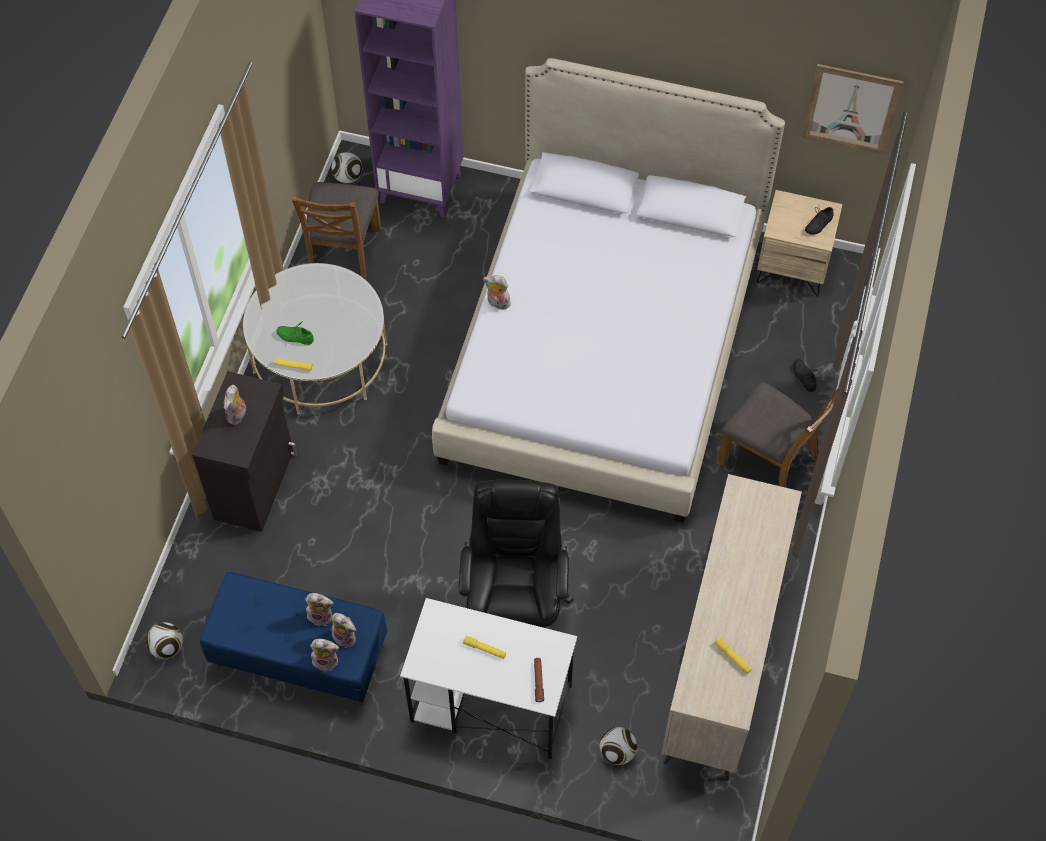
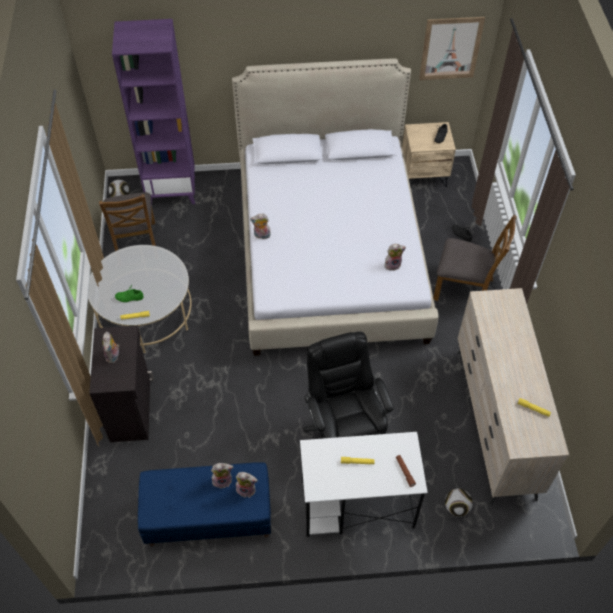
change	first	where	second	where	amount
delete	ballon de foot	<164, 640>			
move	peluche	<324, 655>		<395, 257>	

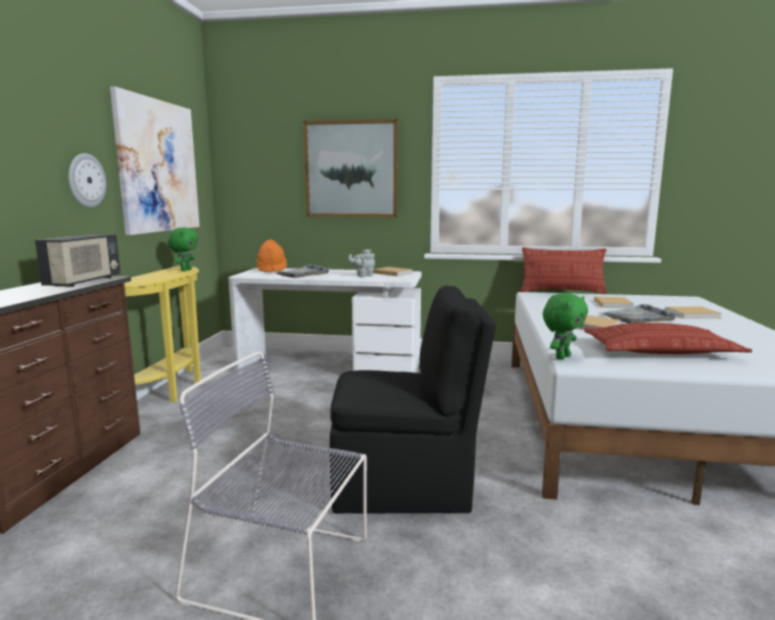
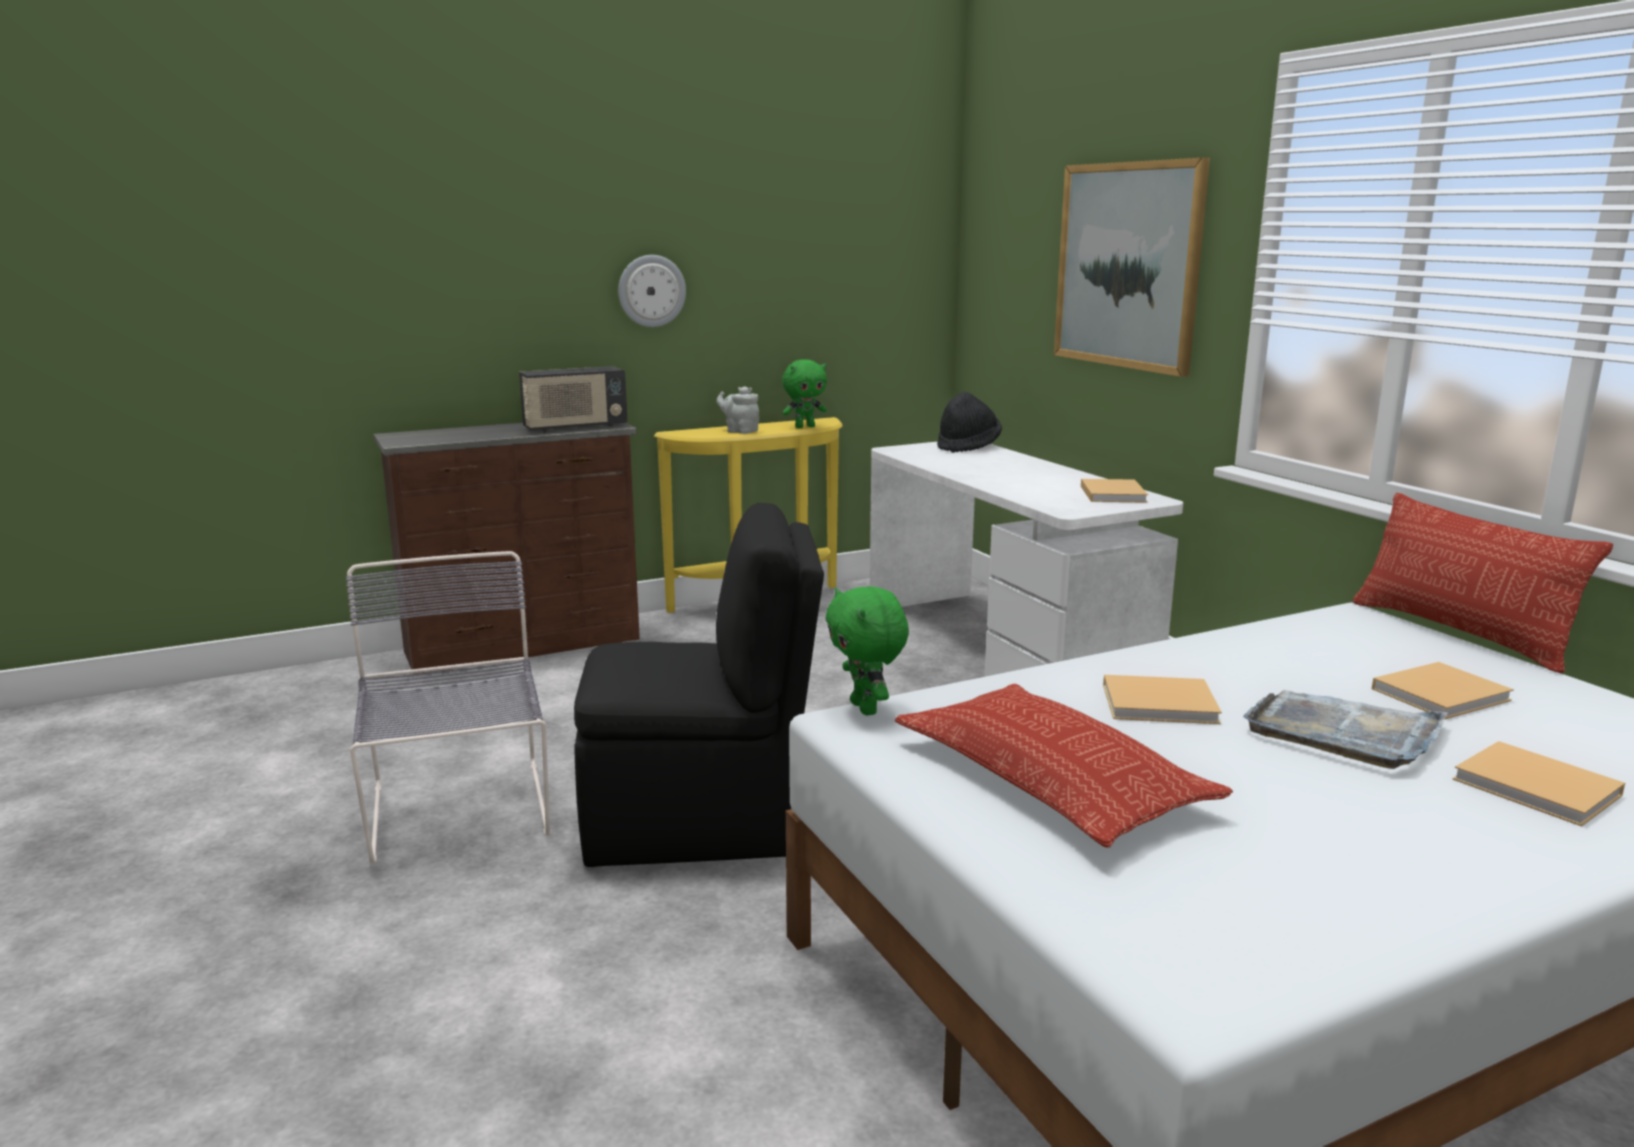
change	first	where	second	where	amount
delete	tableau	<155, 160>			
recolor	chapeau/orange	<272, 256>	chapeau/noir	<969, 422>	
delete	plateau/gris	<302, 271>			
rotate	chaise/noir	<413, 400>		<699, 685>	60 degrees counterclockwise
move	théière/gris	<361, 263>		<738, 410>	
rotate	peluche/vert	<565, 326>		<867, 651>	60 degrees clockwise

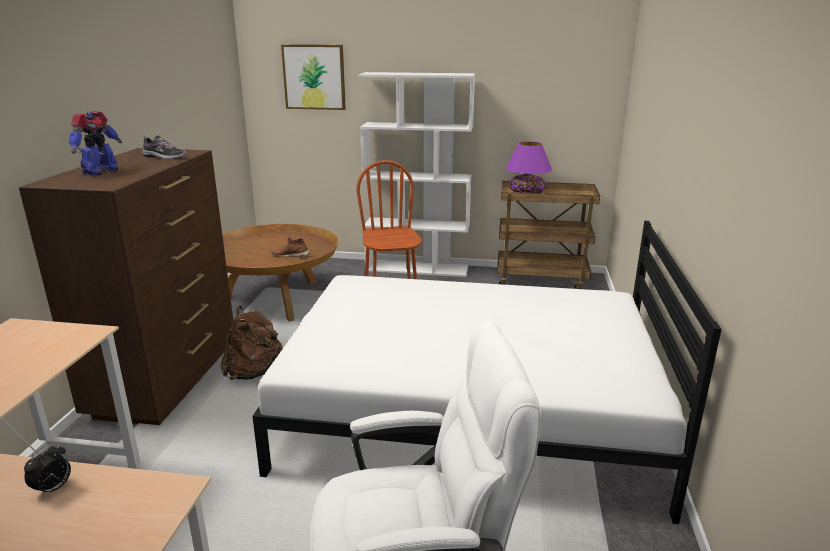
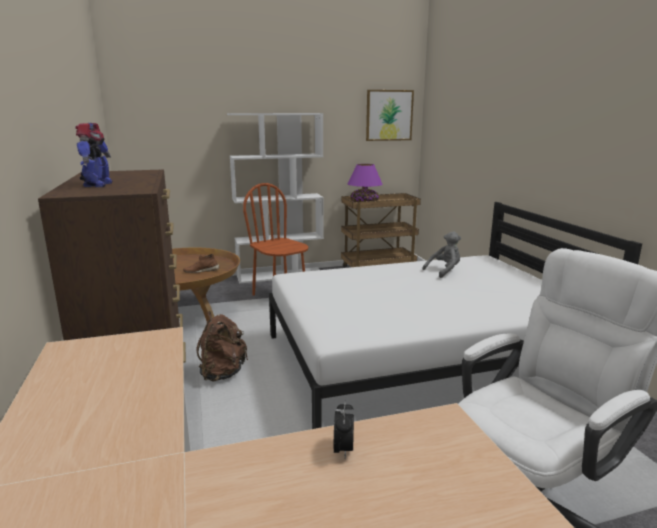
change	first	where	second	where	amount
delete	chaussure	<164, 147>			
move	tableau	<313, 77>		<390, 115>	
insert			peluche/gris	<442, 254>	

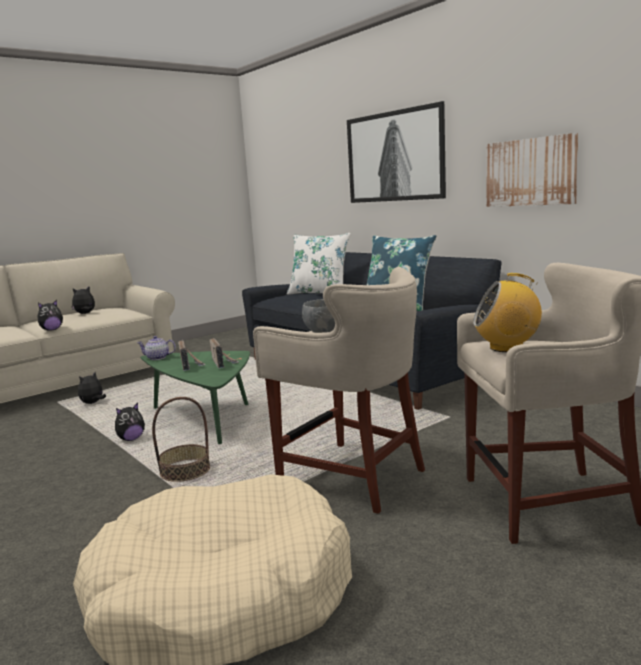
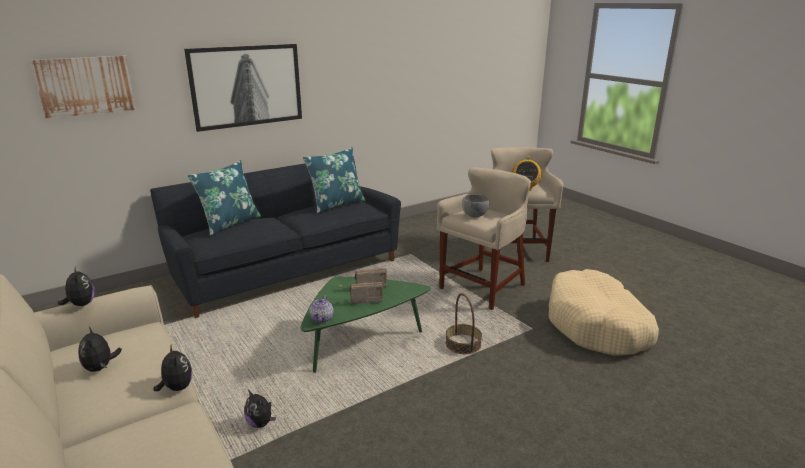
change	first	where	second	where	amount
move	peluche	<130, 422>		<76, 286>	
recolor	coussin/blanc	<319, 264>	coussin/bleu	<224, 198>	
move	tableau	<532, 170>		<83, 87>	

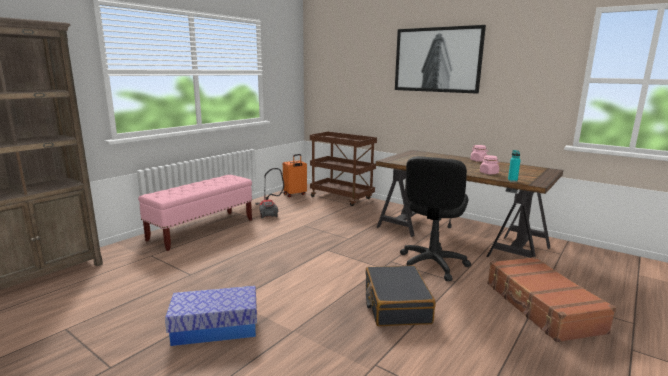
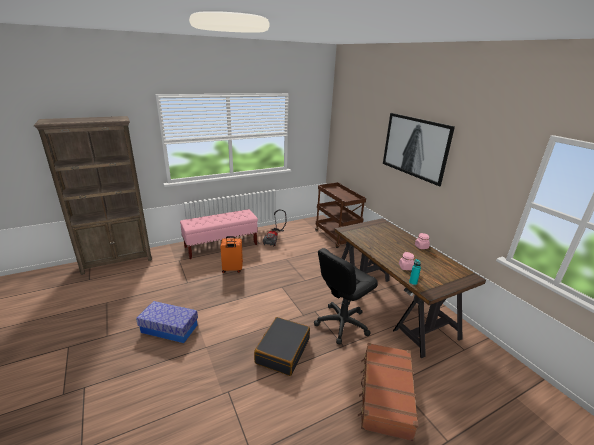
change	first	where	second	where	amount
move	valise/orange	<295, 175>		<232, 254>	

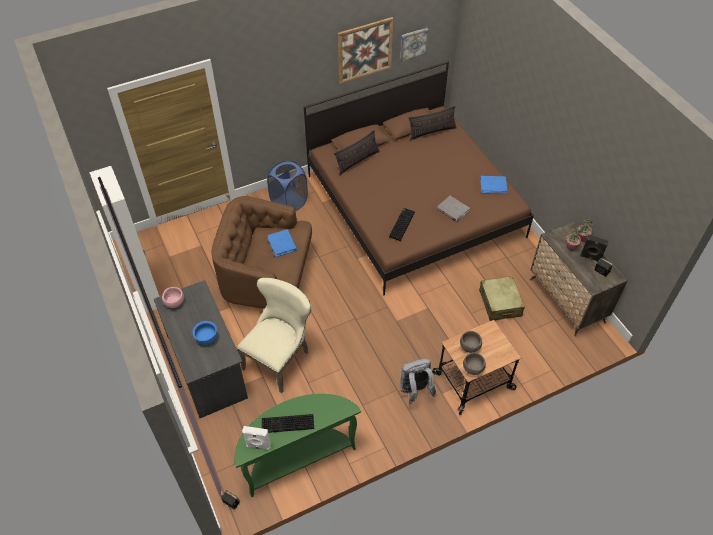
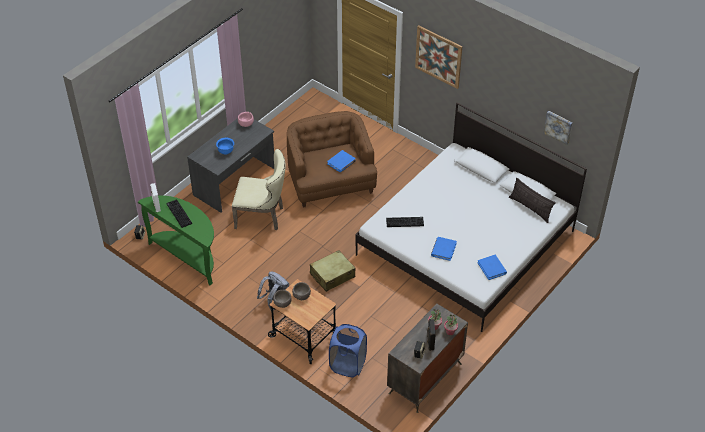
change	first	where	second	where	amount
delete	armoire/blanc	<124, 239>			
move	panier à linge/bleu	<287, 186>		<348, 350>	
recolor	lit/marron	<419, 178>	lit/blanc	<471, 217>	
delete	coussin	<357, 152>			
move	tableau	<365, 50>		<439, 57>	
recolor	livre/gris	<453, 209>	livre/bleu	<444, 249>	
move	valise/beige	<502, 298>		<332, 271>	

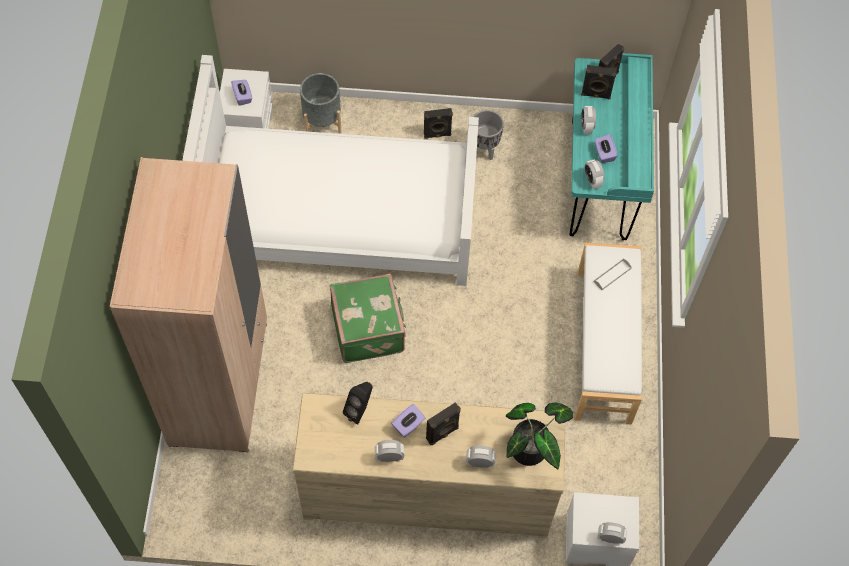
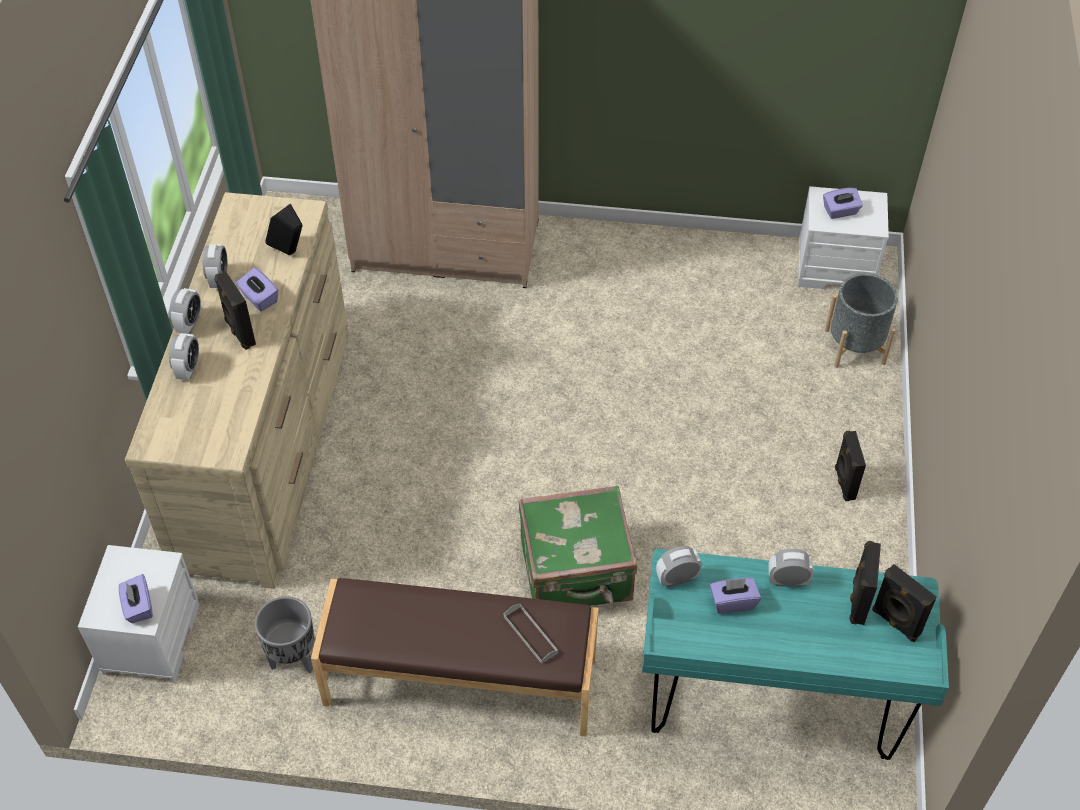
change	first	where	second	where	amount
delete	lit/blanc	<330, 170>			
move	valise/vert	<368, 318>		<577, 545>	
move	cache-pot/gris	<488, 135>		<284, 634>	
delete	plante en pot	<539, 435>			
recolor	banc/blanc	<608, 334>	banc/marron	<455, 657>	
move	réveil	<612, 533>		<185, 311>	
insert			boîte à mouchoirs/violet	<136, 598>	

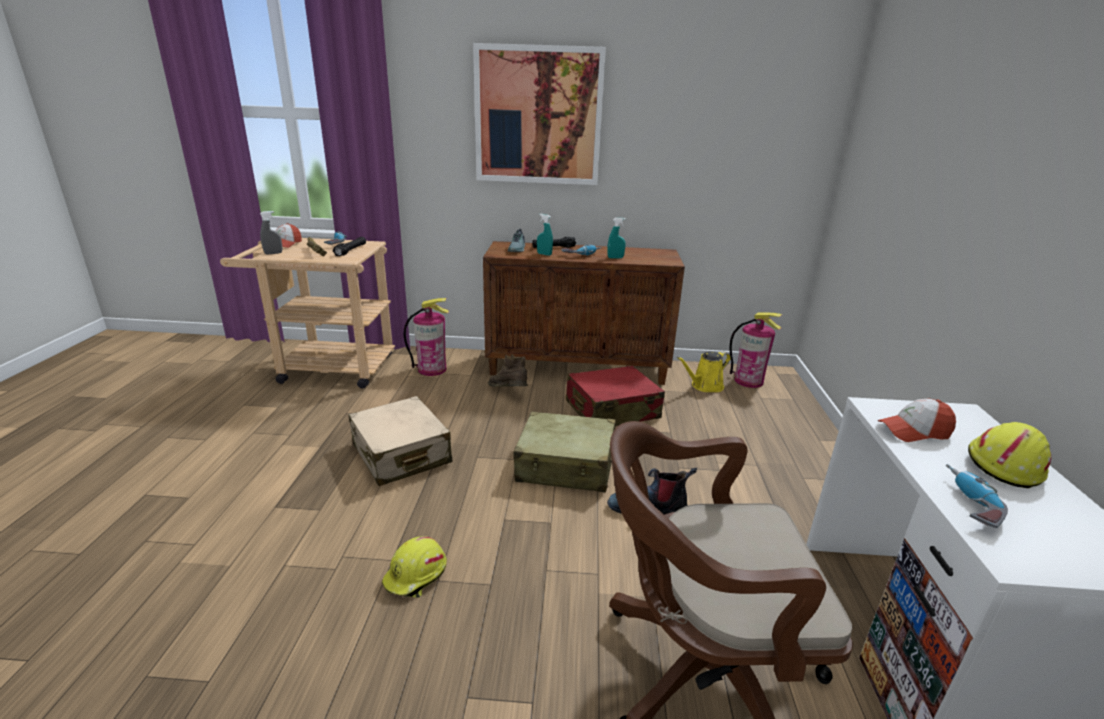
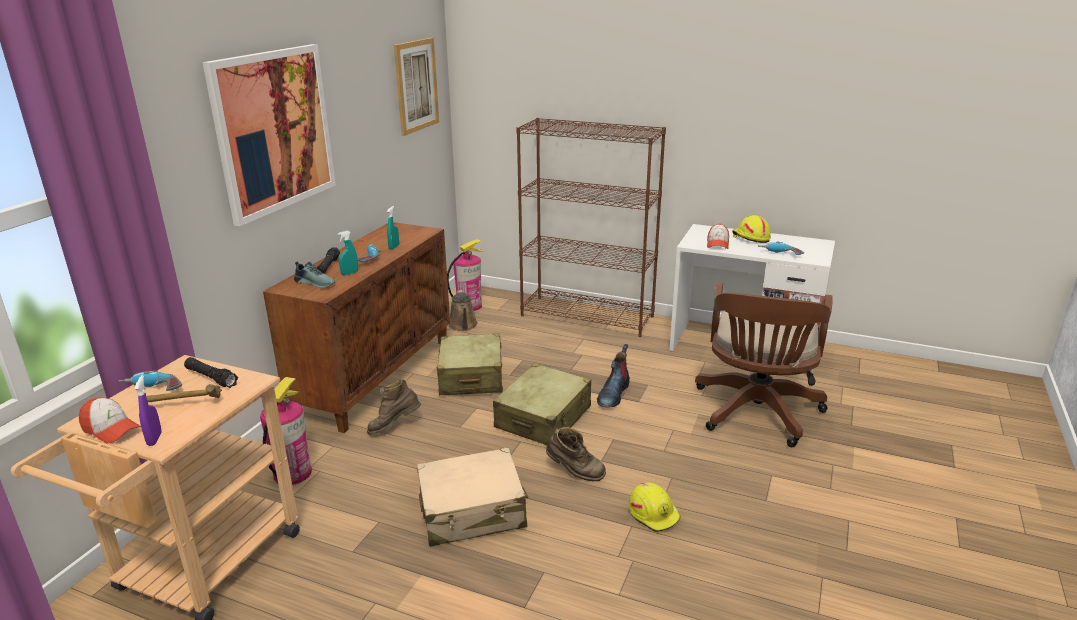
change	first	where	second	where	amount
recolor	vaporisateur/gris	<271, 232>	vaporisateur/violet	<148, 410>	
recolor	valise/rouge	<615, 396>	valise/beige	<469, 364>	
recolor	arrosoir/jaune	<704, 371>	arrosoir/marron	<463, 310>	
insert			tableau	<416, 87>	
insert			bibliothèque/marron	<591, 227>	
insert			botte/marron	<576, 454>	

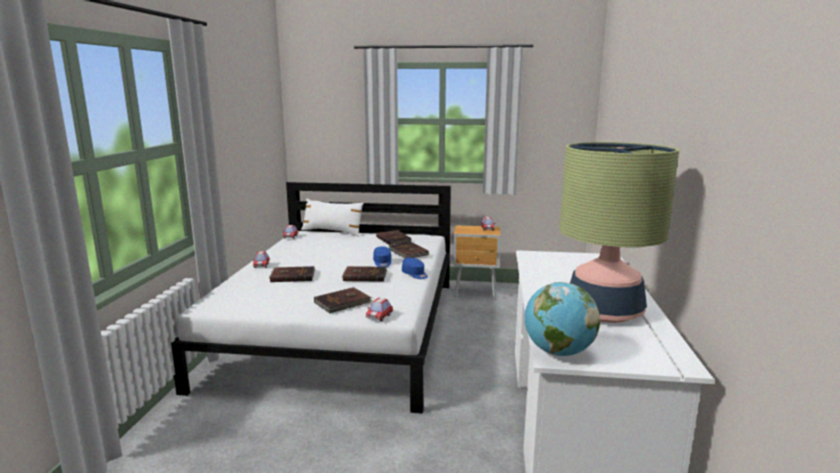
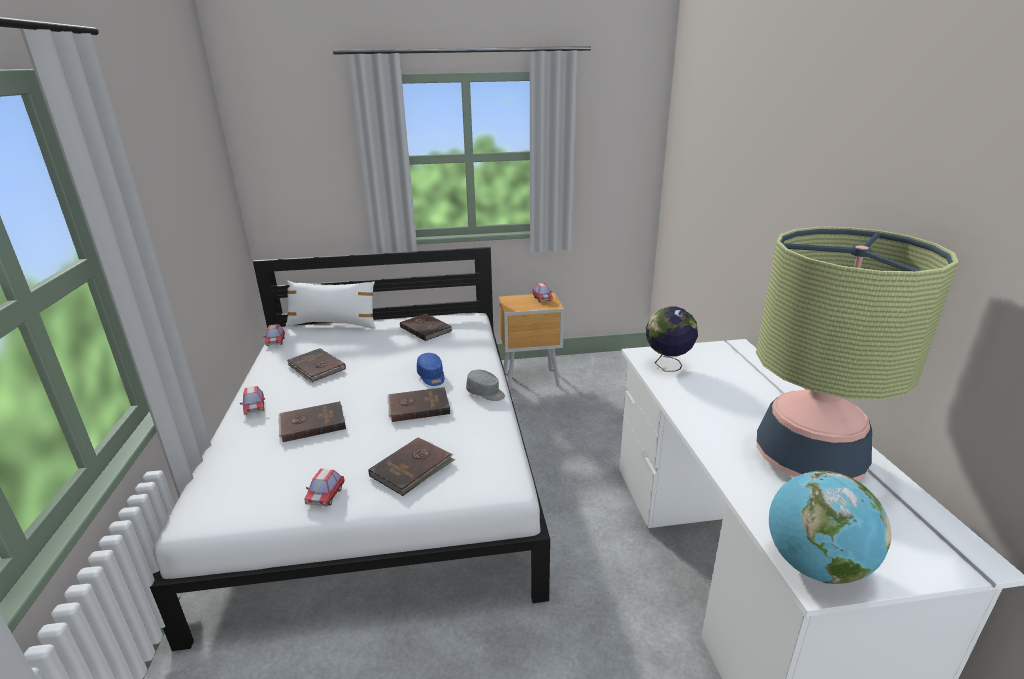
change	first	where	second	where	amount
move	petite voiture	<379, 309>		<325, 487>	
move	livre/marron	<409, 250>		<316, 365>	
recolor	casquette/bleu	<415, 268>	casquette/gris	<485, 385>	
insert			globe	<672, 339>	

